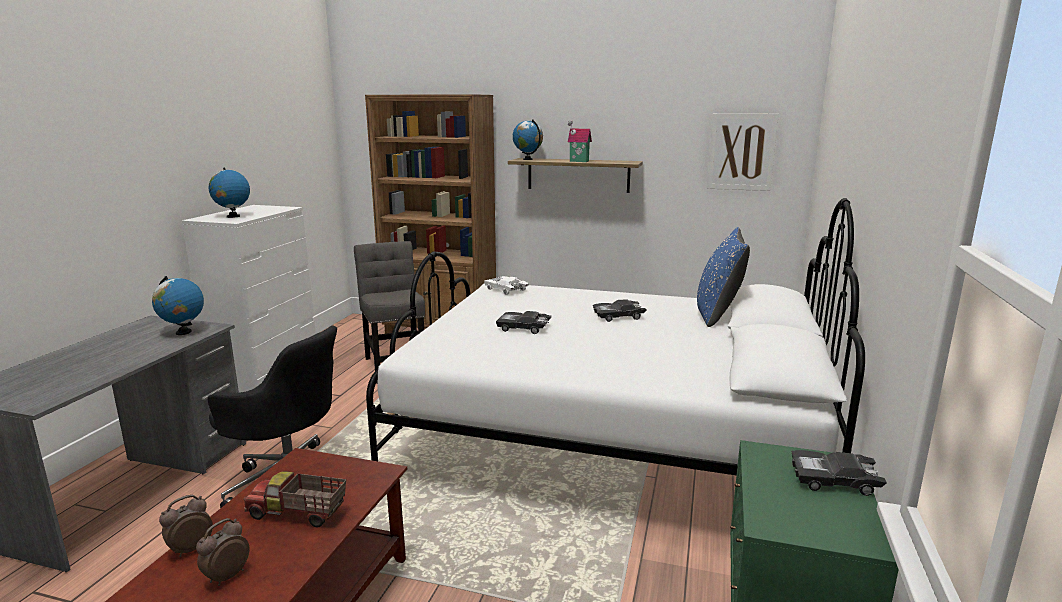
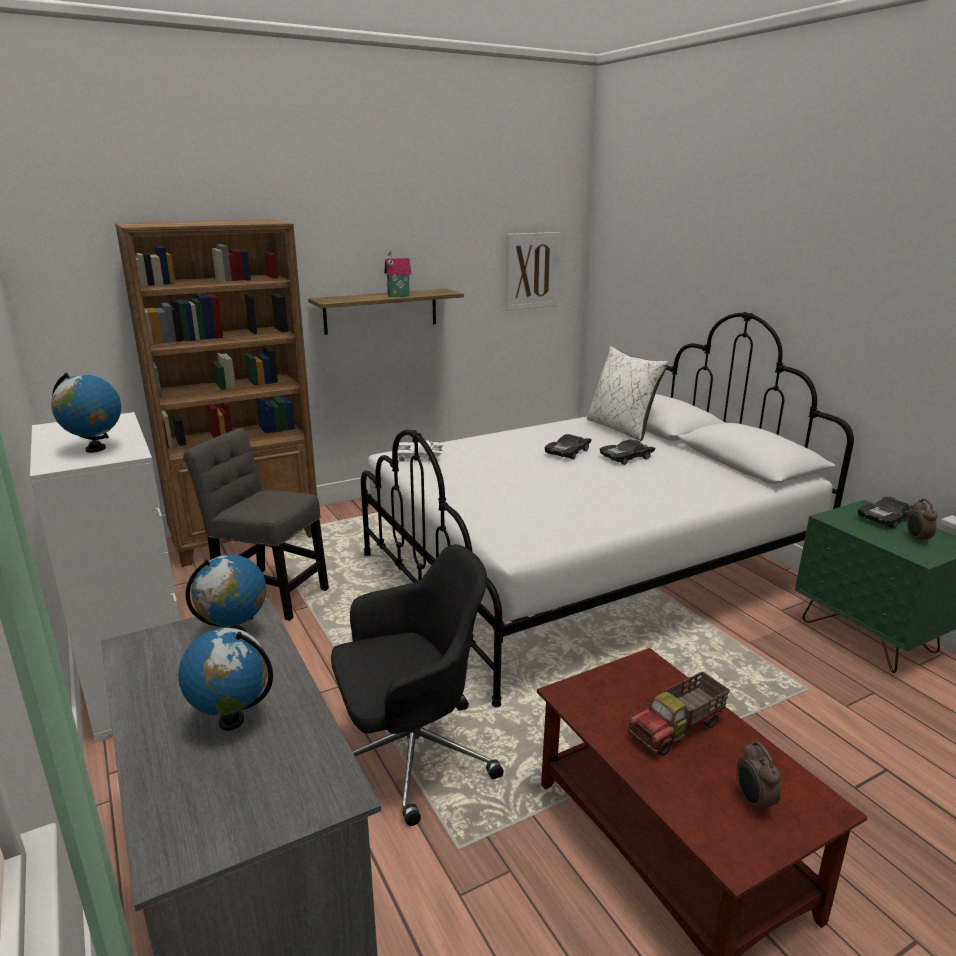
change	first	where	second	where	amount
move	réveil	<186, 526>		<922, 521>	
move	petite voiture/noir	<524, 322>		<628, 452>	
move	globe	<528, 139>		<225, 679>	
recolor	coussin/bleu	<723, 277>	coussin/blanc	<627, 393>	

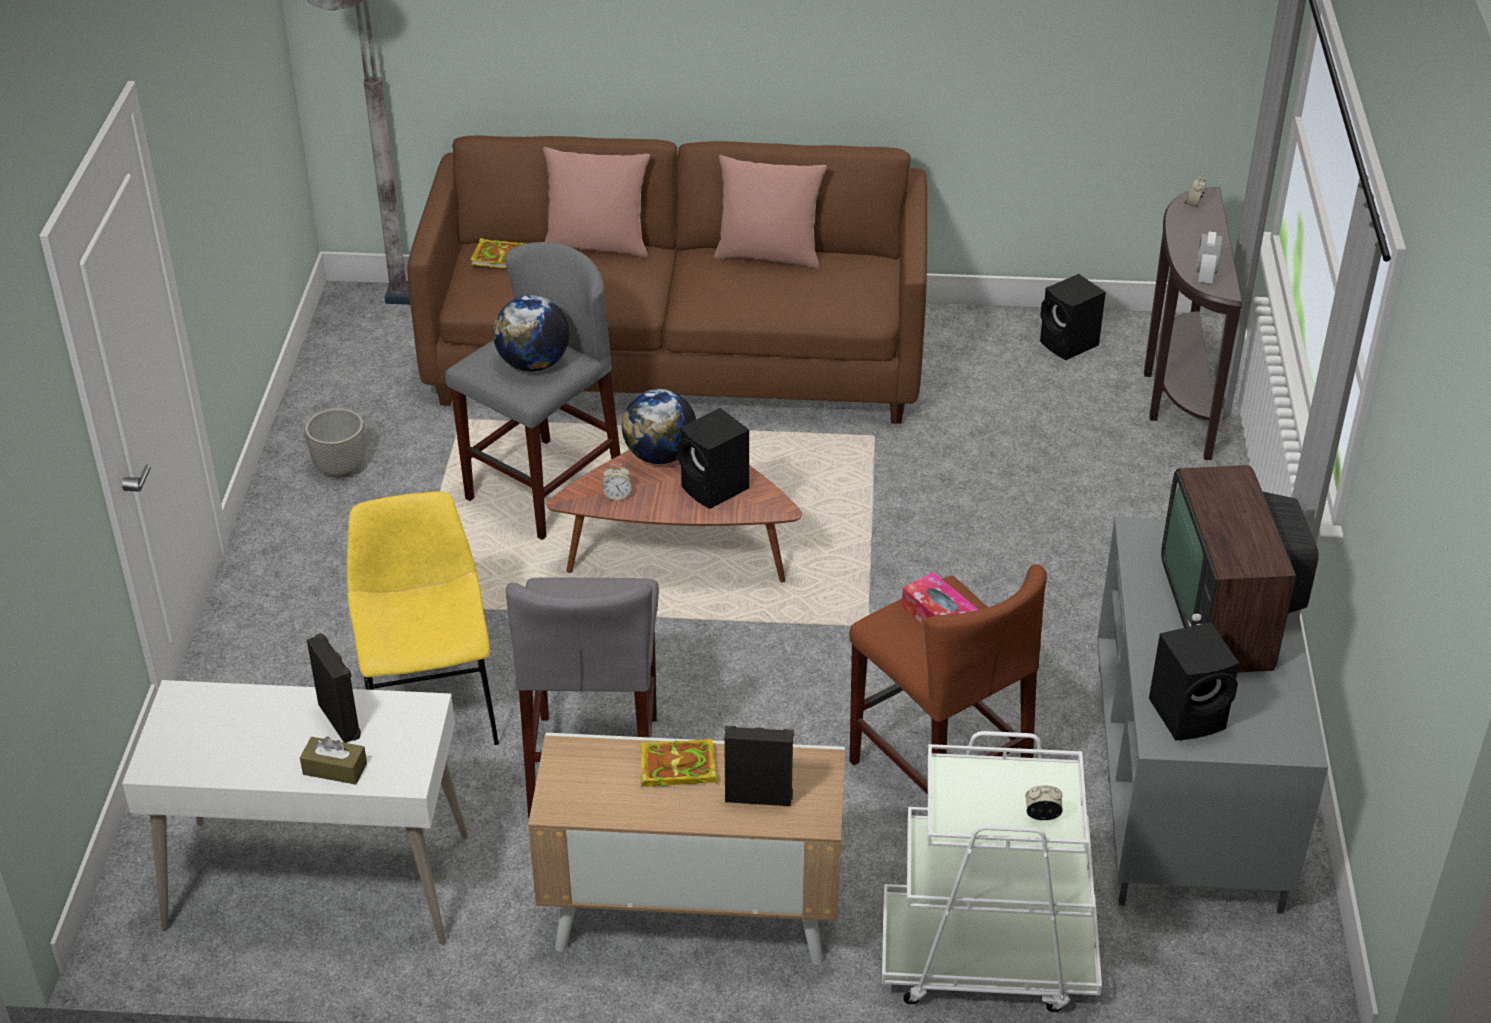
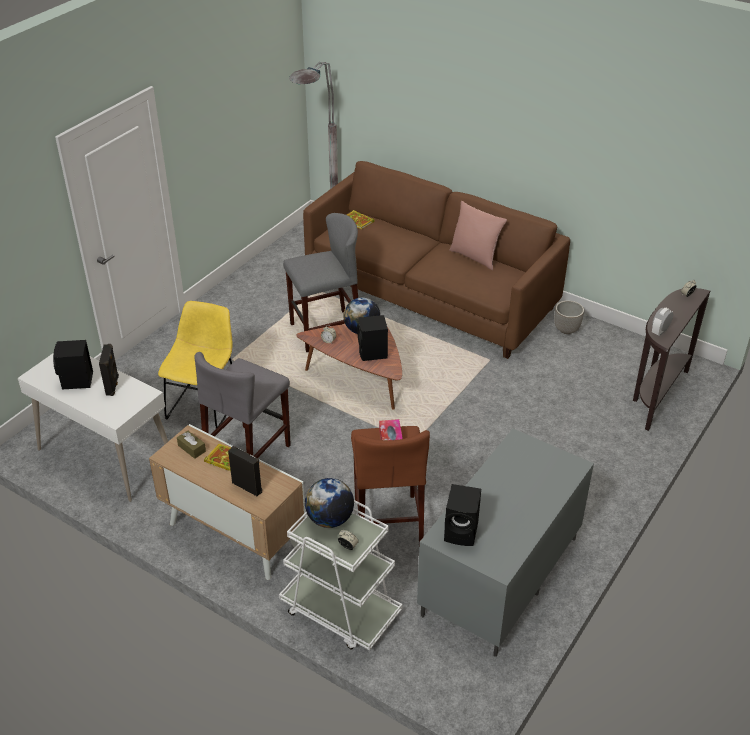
change	first	where	second	where	amount
move	boîte à mouchoirs/marron	<333, 761>		<191, 445>	
move	cache-pot	<335, 443>		<569, 317>	
move	globe	<531, 333>		<329, 503>	
delete	coussin/rose	<596, 202>			
move	enceinte/noir	<1073, 317>		<73, 365>	
delete	téléviseur	<1239, 569>			

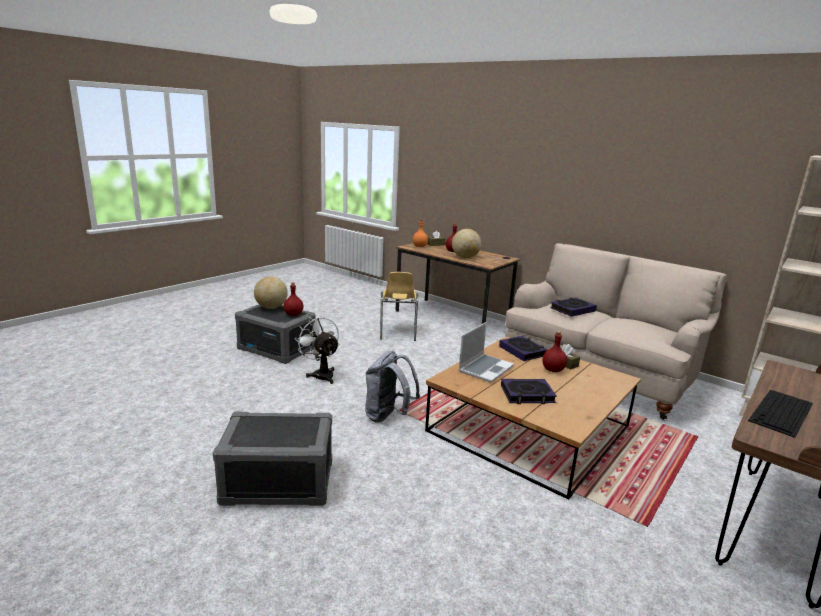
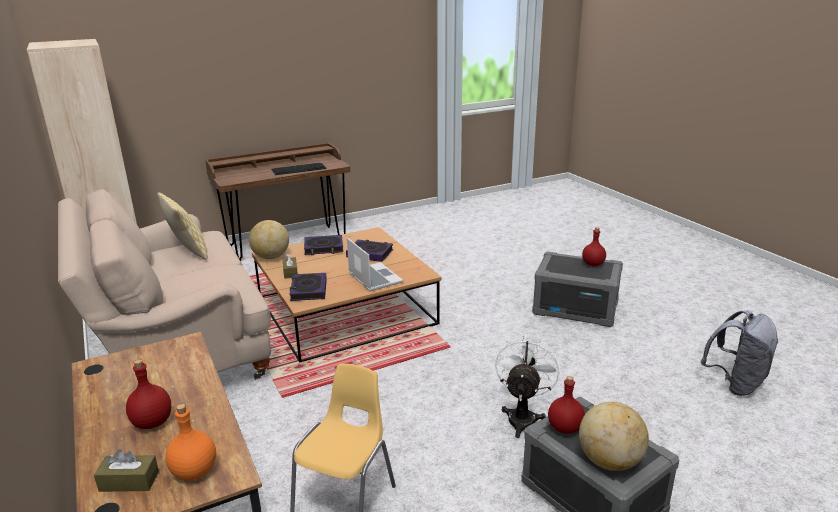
change	first	where	second	where	amount
rotate	ventilateur/blanc	<317, 350>		<527, 386>	150 degrees counterclockwise
move	sac à dos/gris	<392, 387>		<739, 353>	
move	globe	<466, 243>		<269, 239>	
rotate	ordinateur portable	<486, 352>		<375, 264>	90 degrees clockwise
move	bouteille/rouge	<554, 351>		<594, 246>	
move	livre	<573, 307>		<323, 245>	
insert			coussin	<182, 226>	

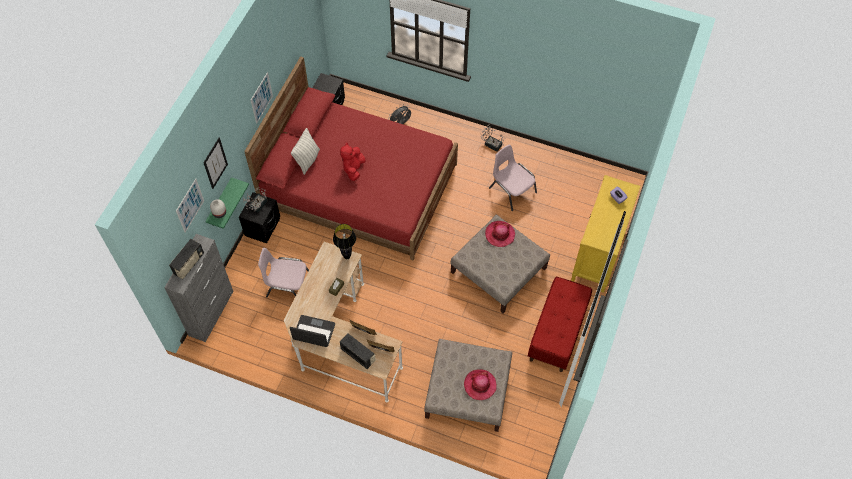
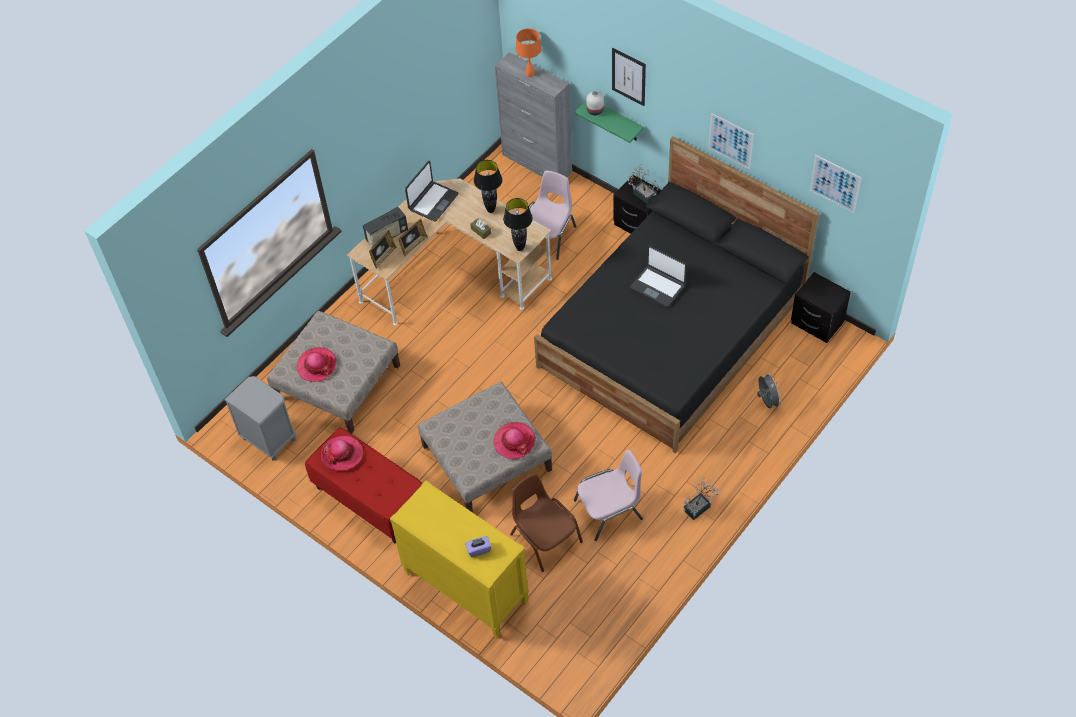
change	first	where	second	where	amount
replace	radio	<186, 259>	lampe de table/orange	<529, 52>	
move	tableau	<190, 206>		<835, 184>	
recolor	lit/rouge	<351, 158>	lit/noir	<676, 294>	
delete	coussin	<305, 151>			
replace	peluche/rouge	<353, 162>	ordinateur portable	<658, 276>	
insert			table de chevet/gris	<260, 418>	
insert			chapeau	<342, 453>	
insert			lampe de table/noir	<488, 186>	
insert			chaise/marron	<546, 522>	

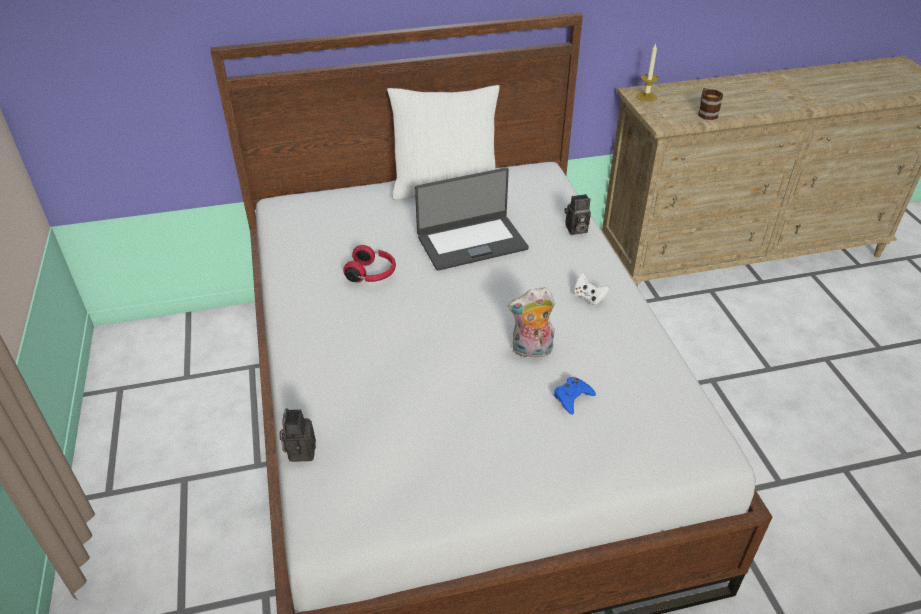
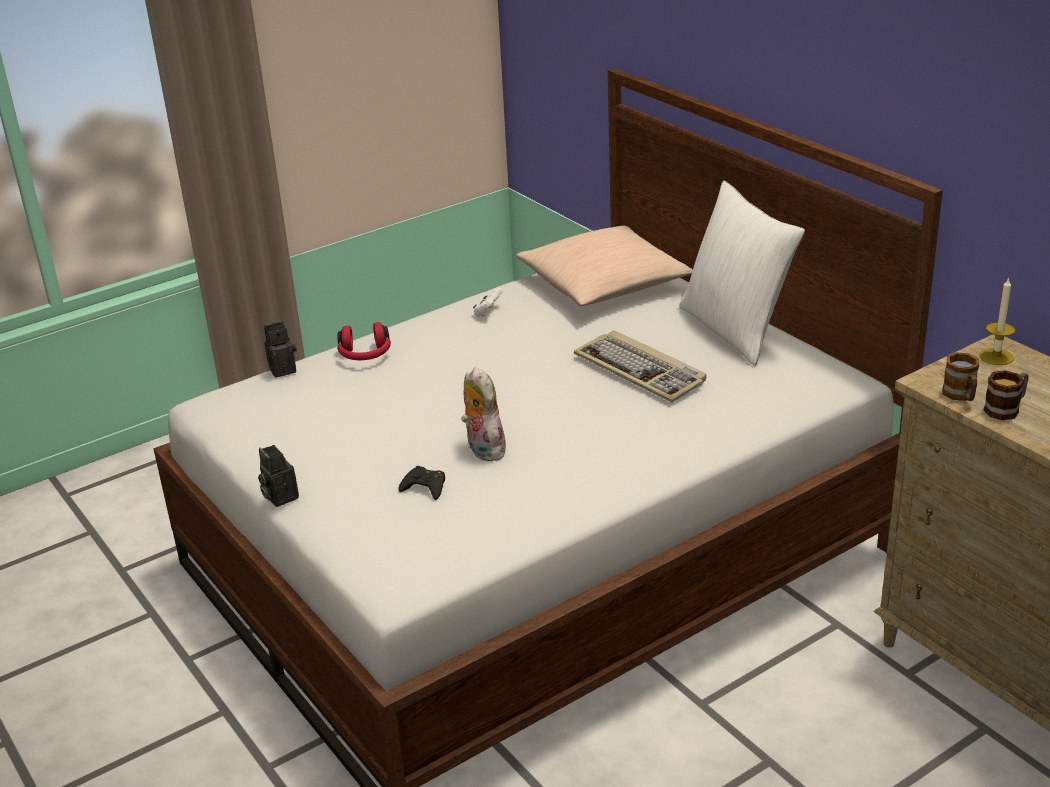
change	first	where	second	where	amount
move	casque audio/rouge	<369, 263>		<364, 341>	
replace	ordinateur portable	<472, 219>	clavier	<640, 366>	
recolor	manette/bleu	<575, 396>	manette/noir	<421, 483>	
move	appareil photo	<578, 214>		<278, 476>	
move	manette/blanc	<592, 289>		<488, 302>	
insert			coussin/beige	<604, 265>	
insert			mug	<961, 376>	

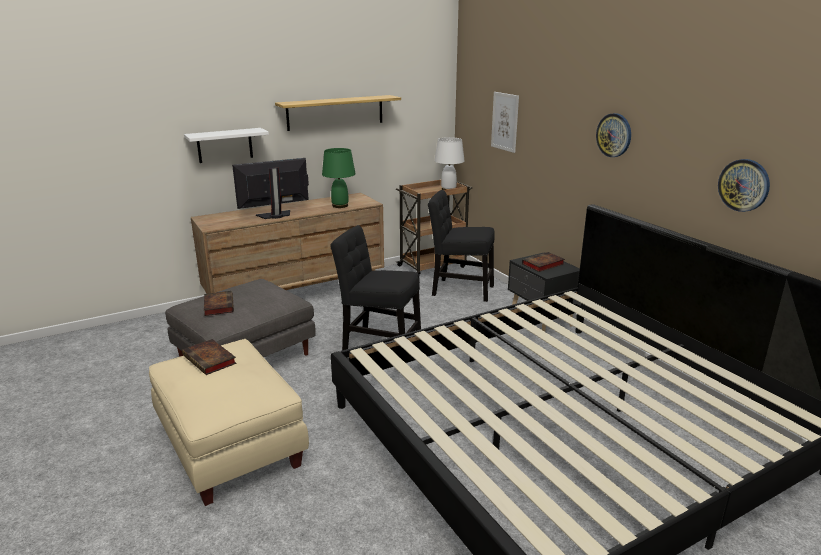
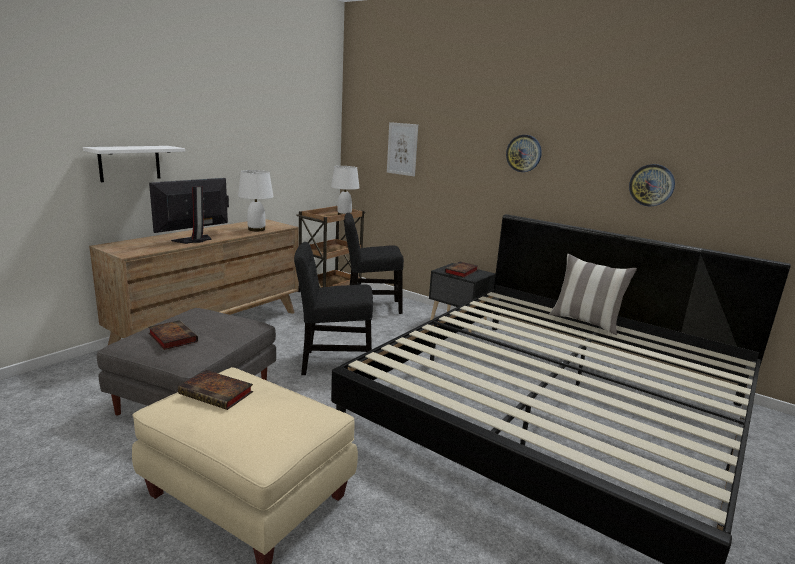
change	first	where	second	where	amount
delete	étagère	<338, 113>			
recolor	lampe de table/vert	<339, 178>	lampe de table/blanc	<256, 200>	
insert			coussin	<593, 294>	

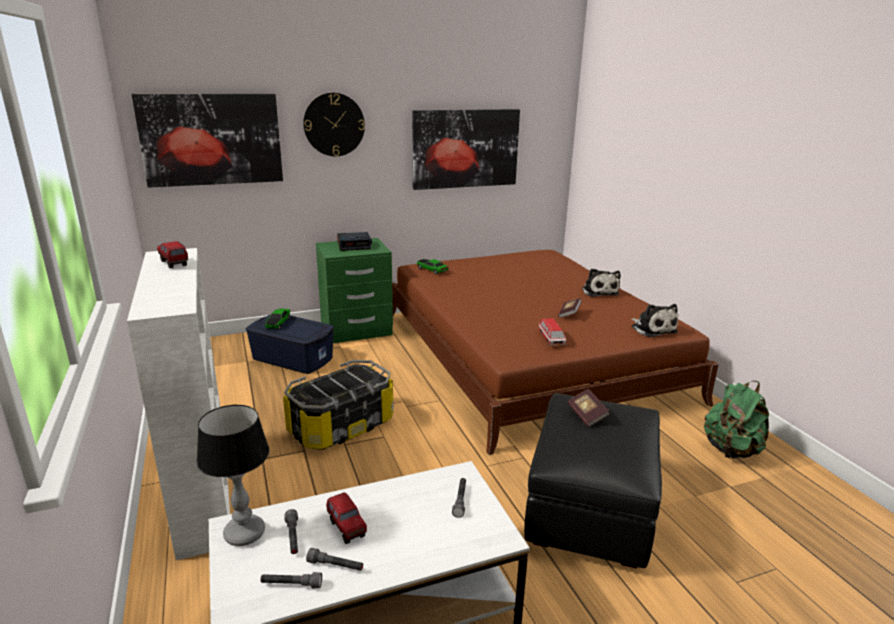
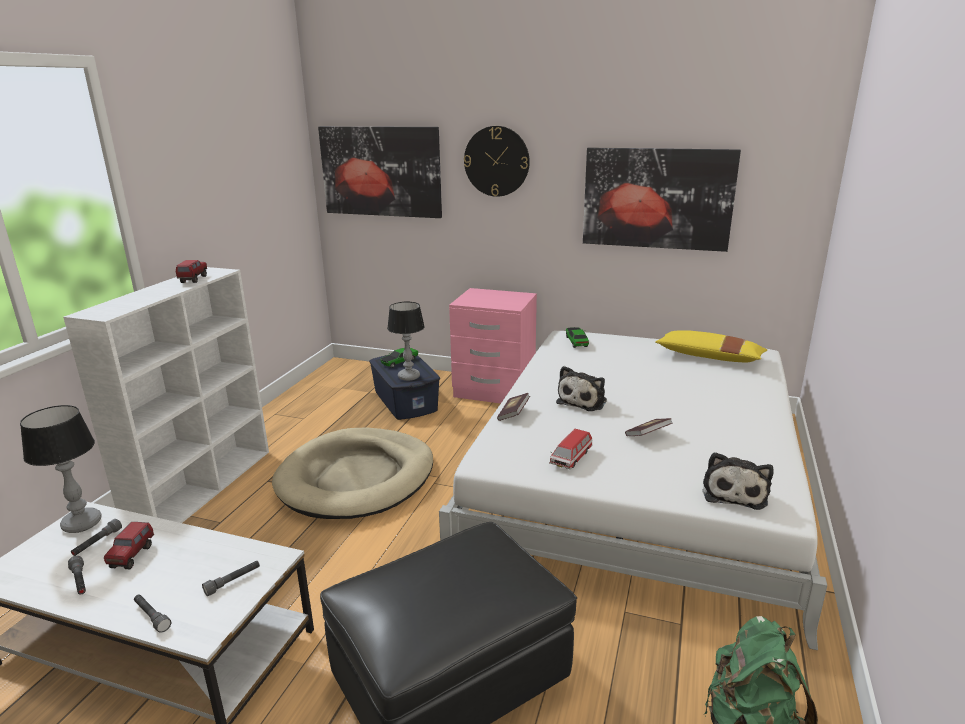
change	first	where	second	where	amount
move	lampe de poche/gris	<291, 580>		<152, 614>	
replace	boîte de rangement	<338, 405>	panier pour chien/beige	<352, 473>	
recolor	table de chevet/vert	<354, 290>	table de chevet/rose	<493, 346>	
delete	réveil	<354, 241>			
recolor	lit/marron	<555, 352>	lit/blanc	<633, 490>	
move	livre	<589, 408>		<513, 407>	
move	peluche	<601, 282>		<581, 388>	
insert			lampe de table	<406, 341>	
insert			coussin/jaune	<711, 346>	

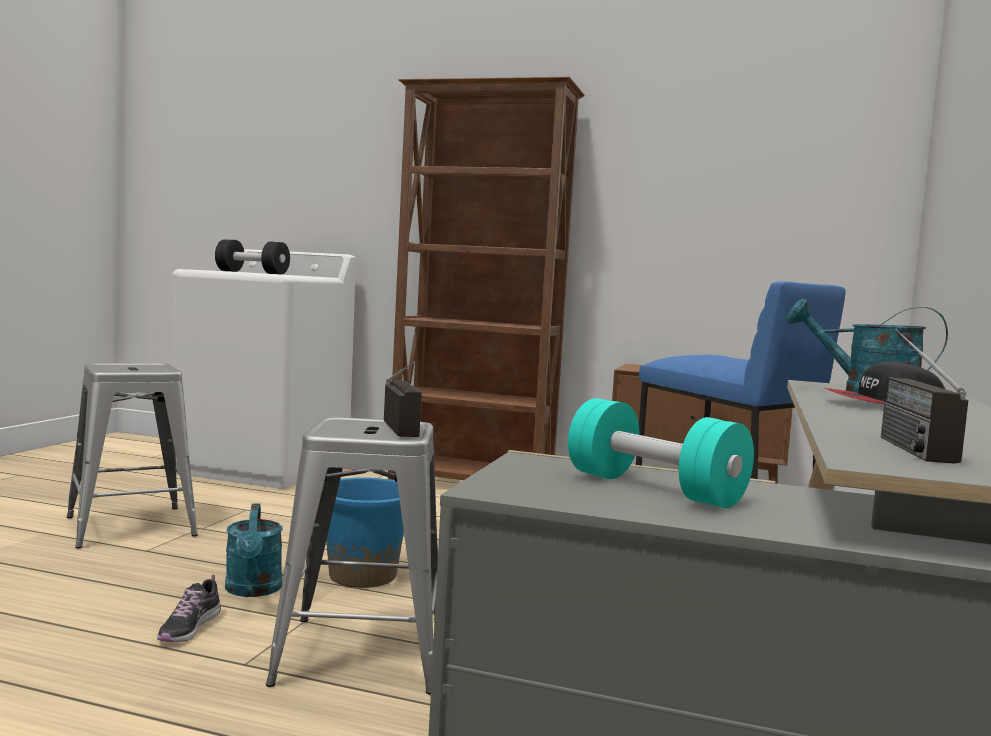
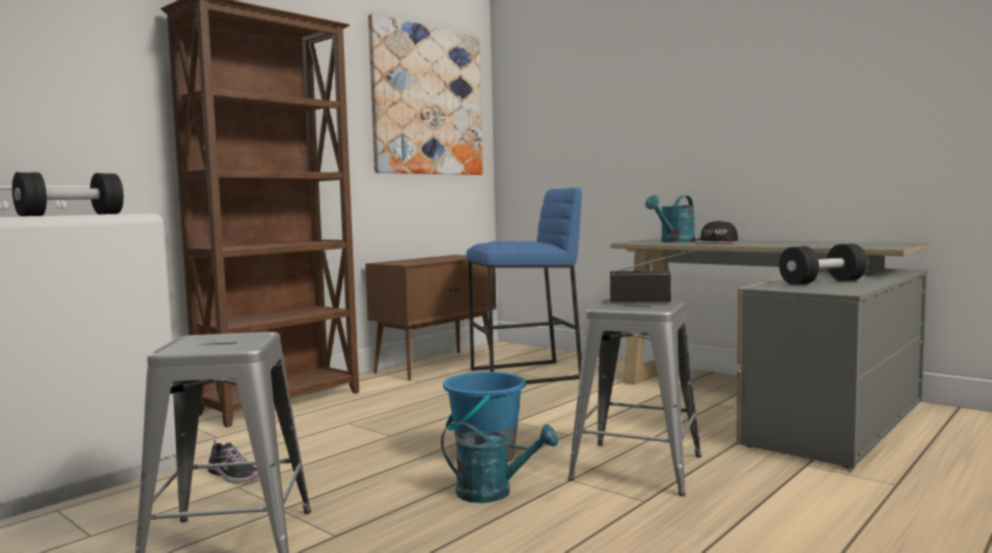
change	first	where	second	where	amount
move	chaussure	<189, 608>		<233, 461>	
recolor	haltère/turquoise	<661, 453>	haltère/noir	<823, 264>	
delete	radio	<924, 396>			
insert			tableau	<425, 94>	

